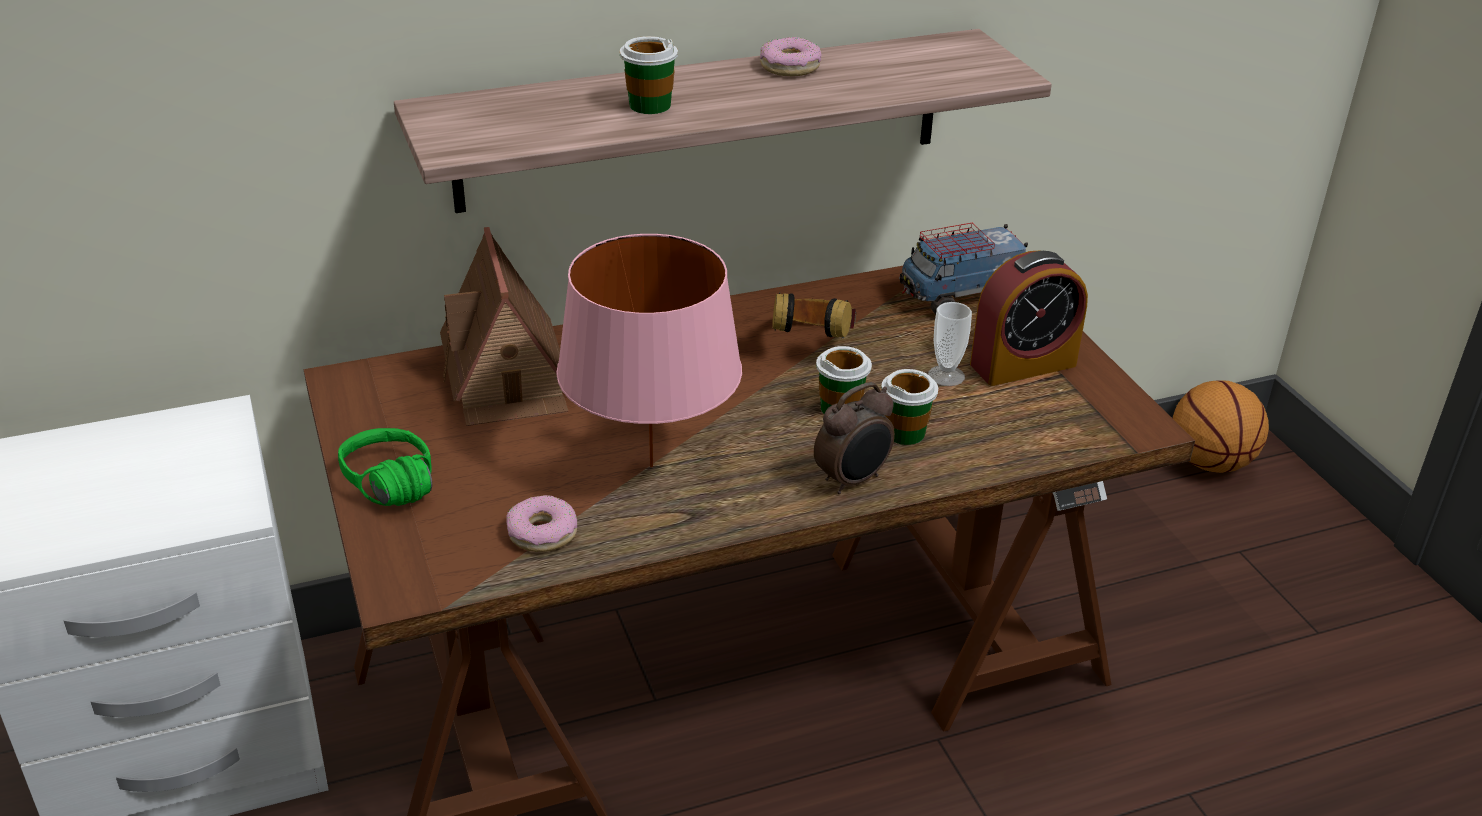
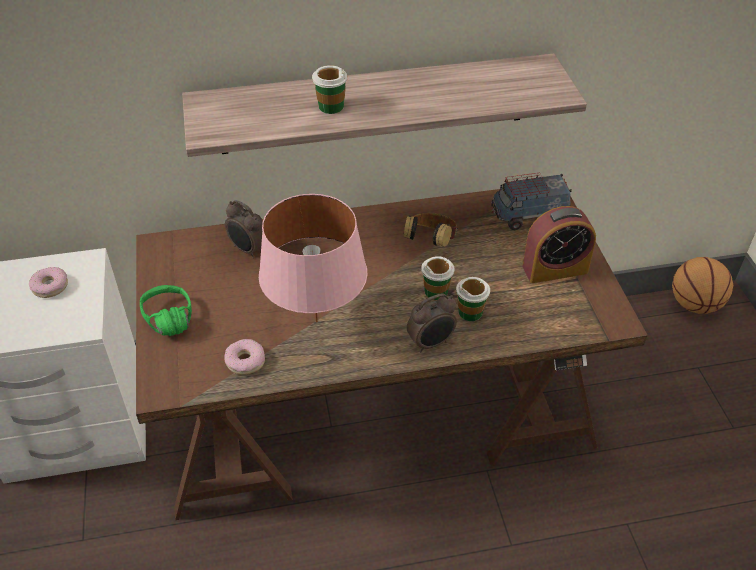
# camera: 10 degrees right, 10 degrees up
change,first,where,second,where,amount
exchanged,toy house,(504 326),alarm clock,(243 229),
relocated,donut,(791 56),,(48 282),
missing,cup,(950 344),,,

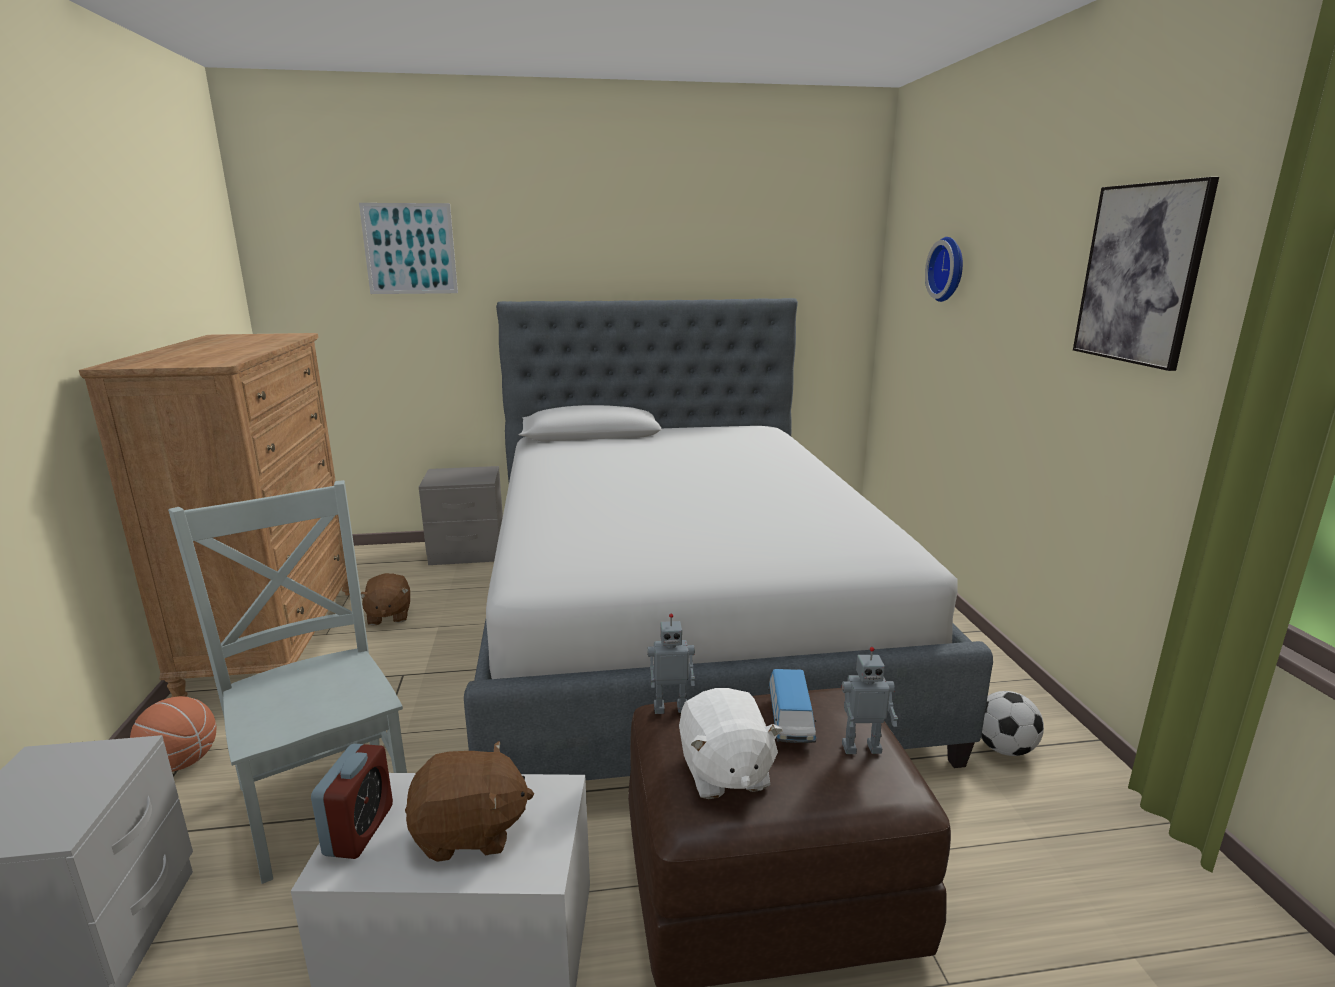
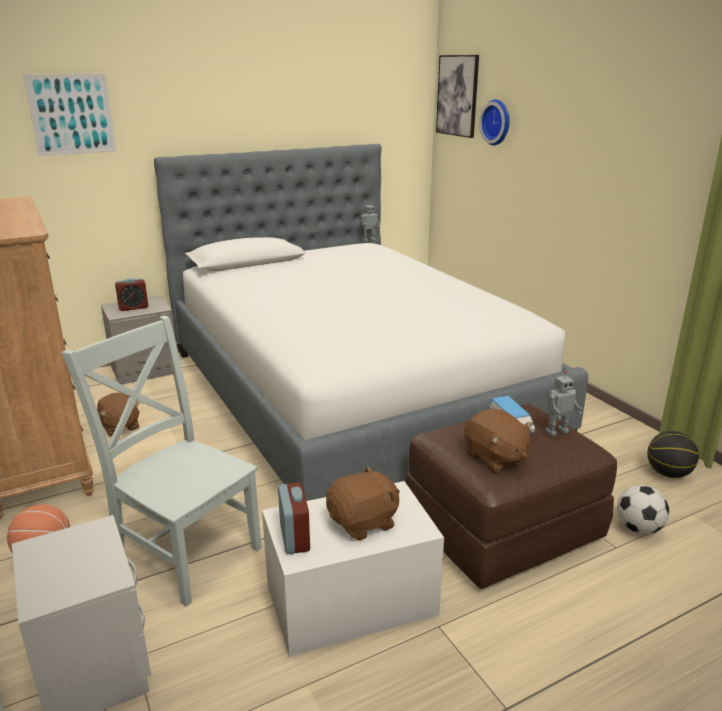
# camera: 20 degrees left, 5 degrees up
change,first,where,second,where,amount
relocated,toy robot,(671 664),,(370 221),
colour,white plush toy,(731 743),brown plush toy,(498 440),
relocated,football,(1012 723),,(643 509),
relocated,picture,(1146 274),,(457 96),
appeared,,,alarm clock,(131 294),
appeared,,,basketball,(673 454),

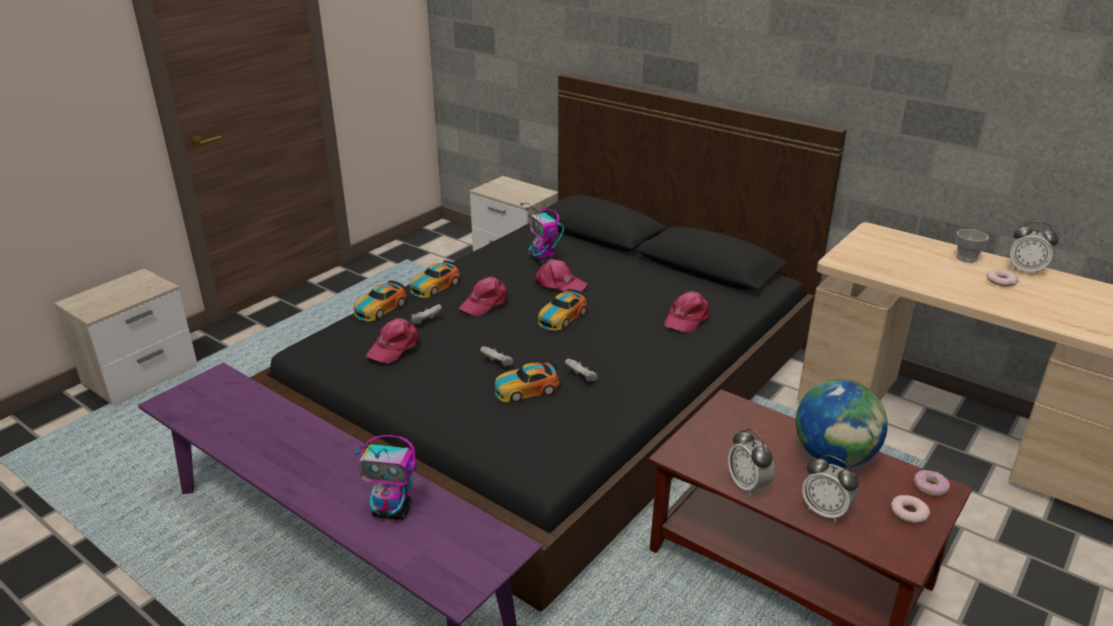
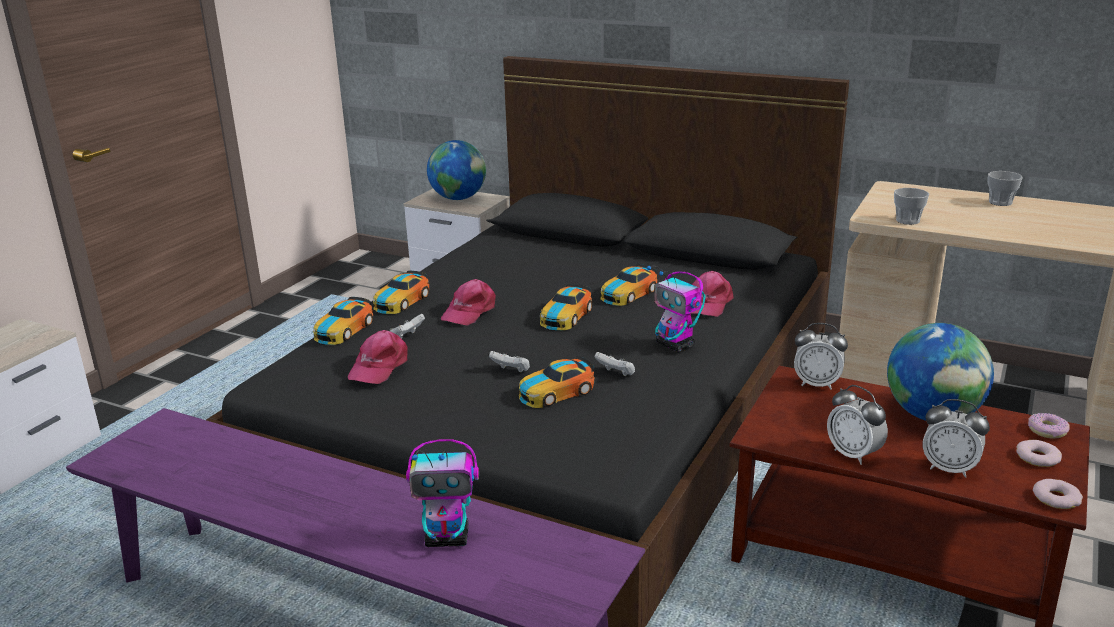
# camera: 10 degrees left, 5 degrees down
change,first,where,second,where,amount
relocated,toy robot,(542 234),,(676 308),
missing,pink cap,(560 275),,,
relocated,donut,(1002 278),,(1058 494),
relocated,alarm clock,(1034 248),,(821 356),
appeared,,,globe,(456 170),
appeared,,,toy car,(628 285),
appeared,,,cup,(911 206),

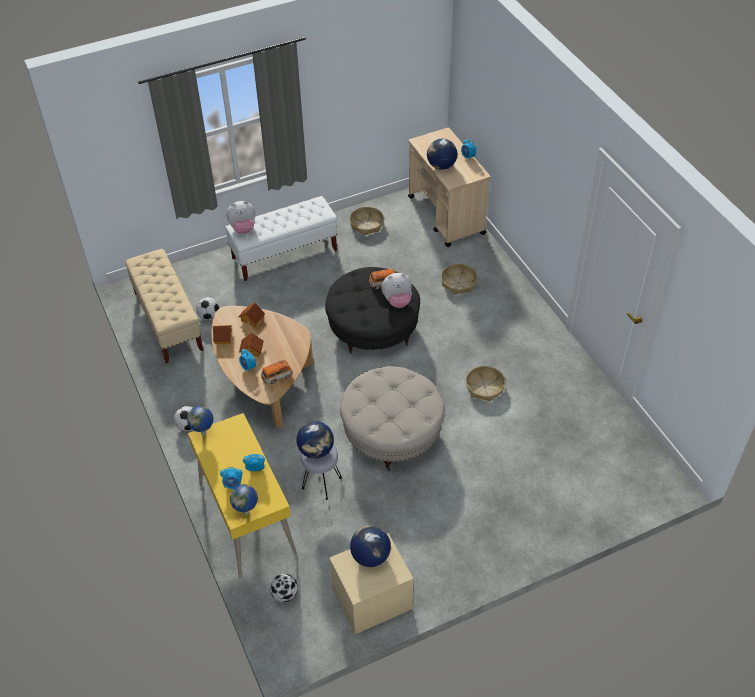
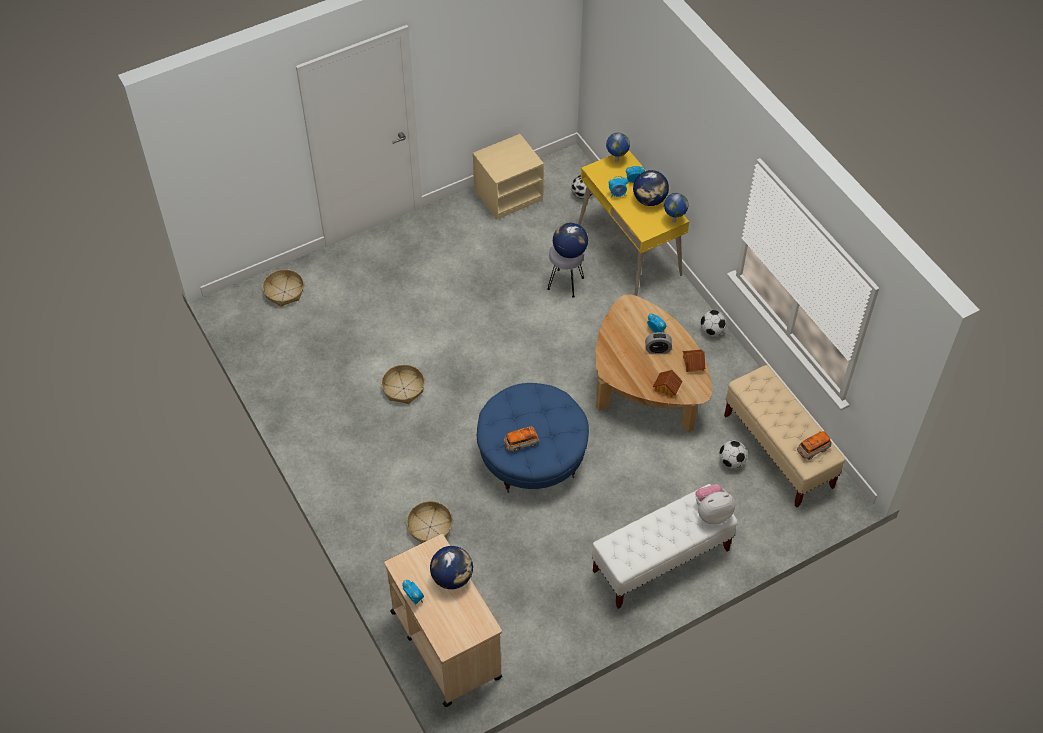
# camera: 175 degrees right, 5 degrees up
change,first,where,second,where,amount
exchanged,toy house,(251 345),alarm clock,(658 343),
relocated,toy car,(277 372),,(814 445),
colour,black ottoman,(372 310),blue ottoman,(533 438),
missing,beige ottoman,(392 418),,,
relocated,basket,(367 221),,(283 288),
relocated,globe,(370 546),,(651 188),
missing,plush toy,(396 290),,,

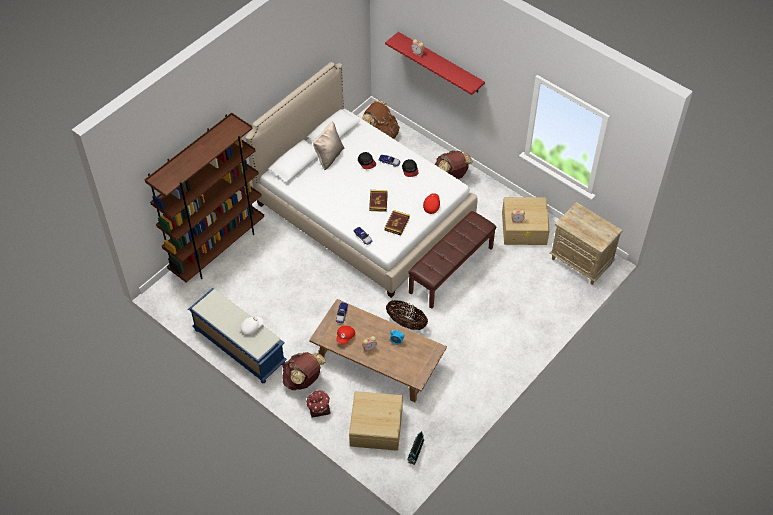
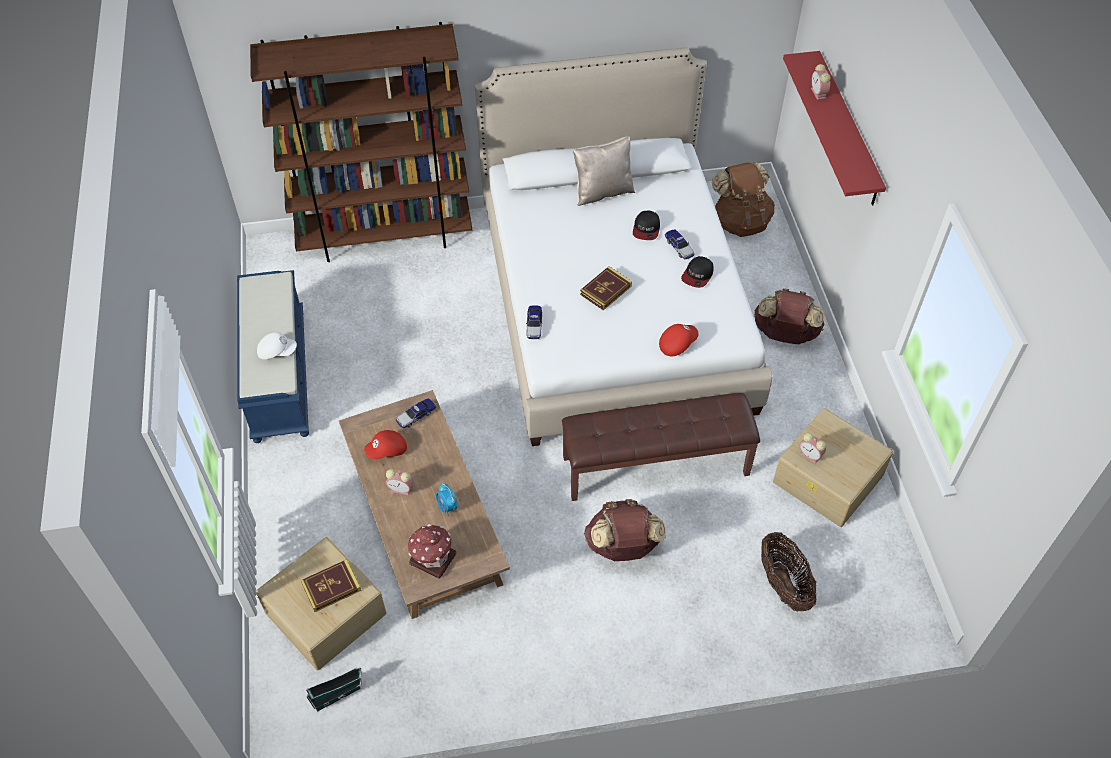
# camera: 40 degrees right, 0 degrees up
change,first,where,second,where,amount
relocated,brown backpack,(304 371),,(625 530),
relocated,toy house,(318 404),,(432 551),
relocated,book,(397 222),,(331 585),
relocated,basket,(407 315),,(788 571),
missing,beige nightstand,(586 243),,,

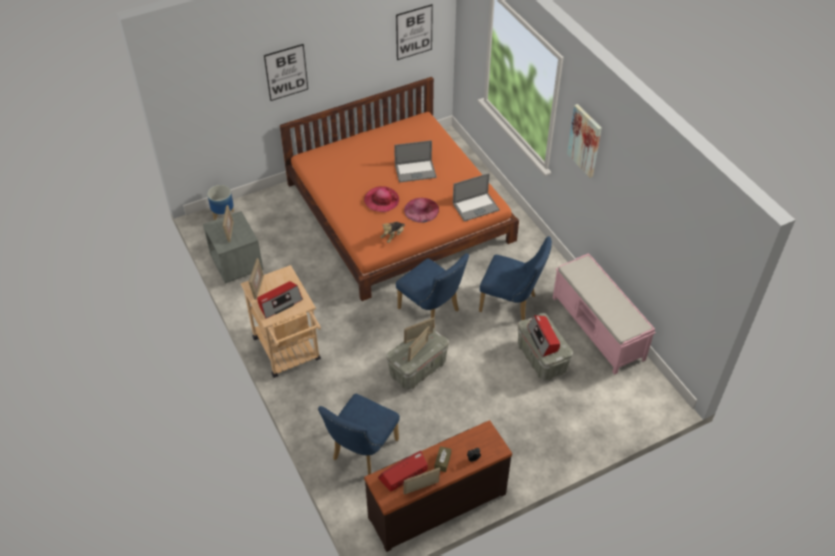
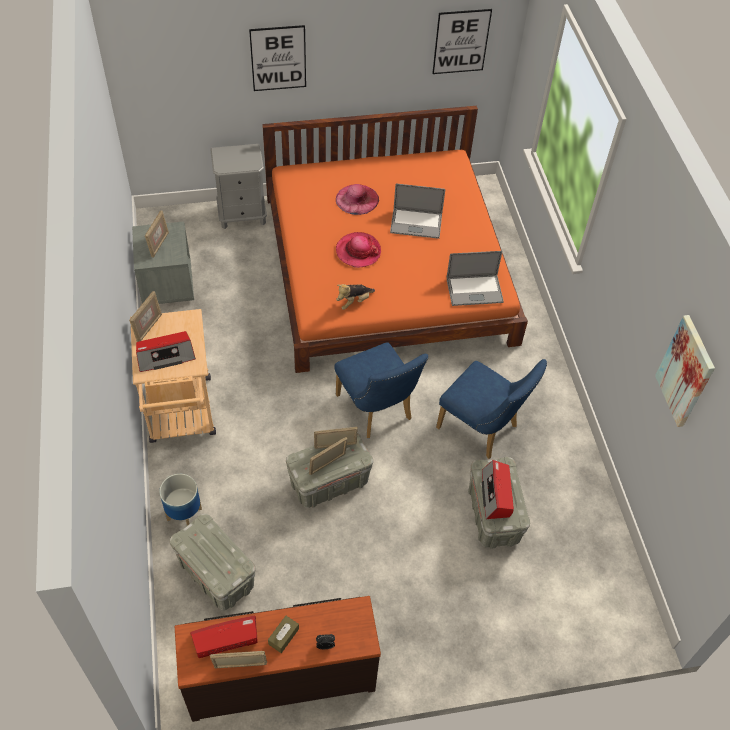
# camera: 15 degrees right, 5 degrees up
change,first,where,second,where,amount
relocated,planter,(220 202),,(180 499),
exchanged,blue chair,(359 434),grey storage box,(213 562),
relocated,pink hat,(421 210),,(357 199),
missing,pink bench,(604 314),,,
relocated,picture,(584 141),,(685 371),
appeared,,,grey nightstand,(238 186),

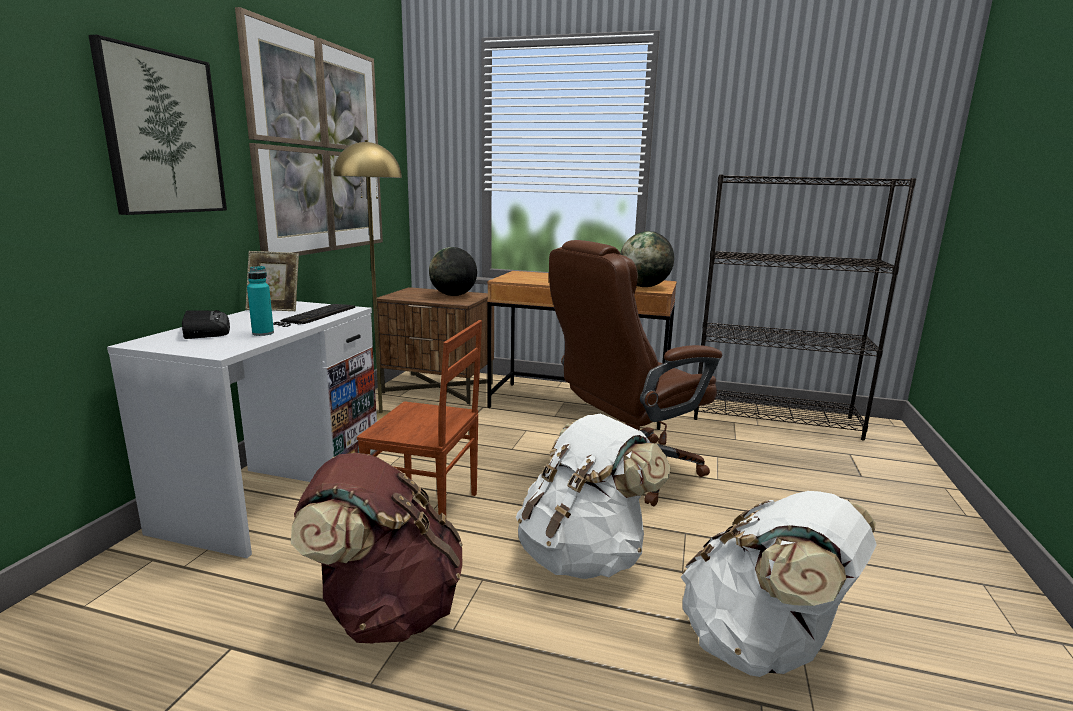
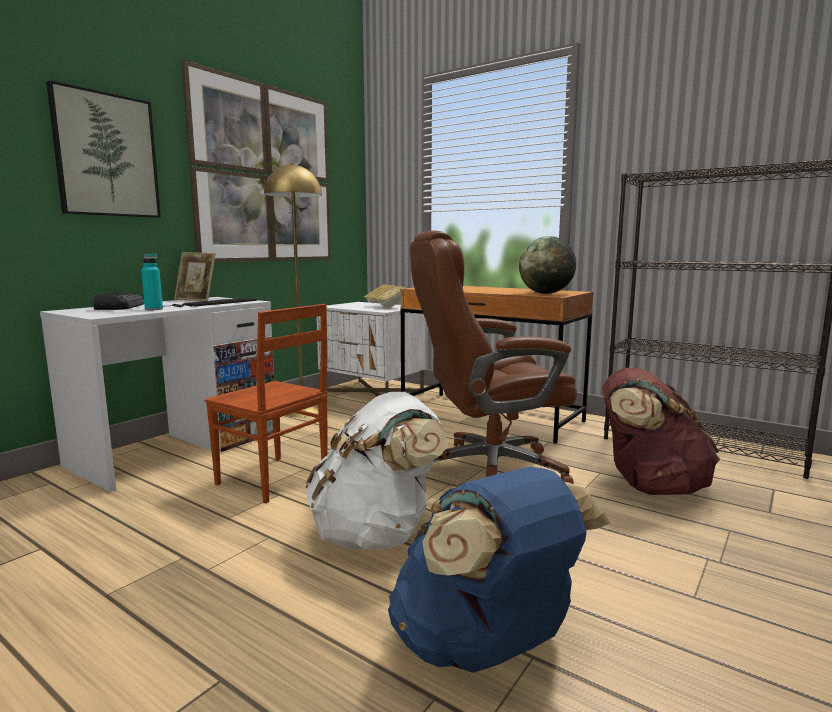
# camera: 20 degrees right, 5 degrees down
change,first,where,second,where,amount
relocated,brown backpack,(377 547),,(661 431),
colour,brown nightstand,(435 346),white nightstand,(371 349),
exchanged,globe,(453 271),book,(385 296),
colour,white backpack,(779 584),blue backpack,(499 570),

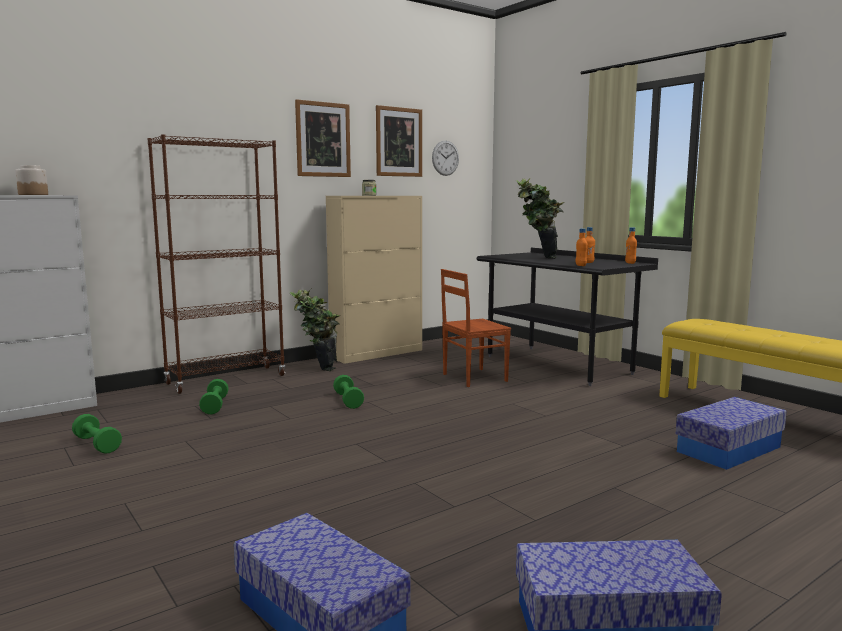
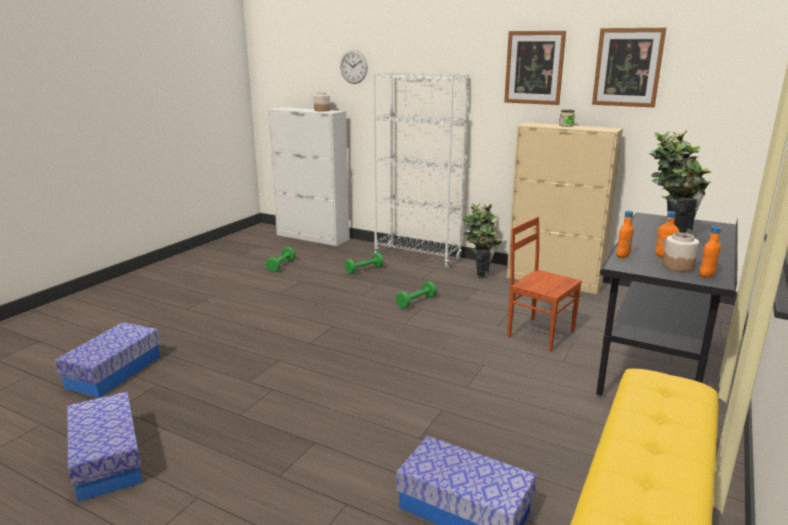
# camera: 65 degrees right, 10 degrees up
change,first,where,second,where,amount
colour,brown bookcase,(216 264),white bookcase,(420 170),
relocated,wall clock,(445 158),,(354 67),
appeared,,,jar,(680 252),

